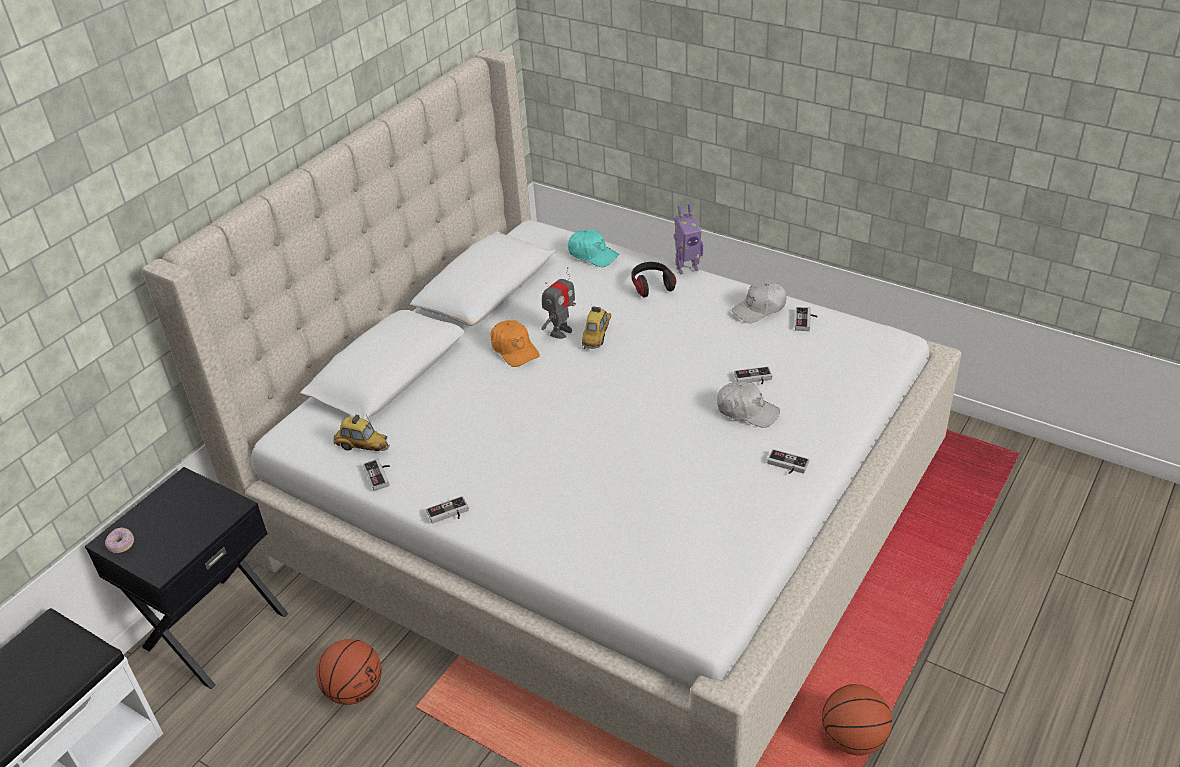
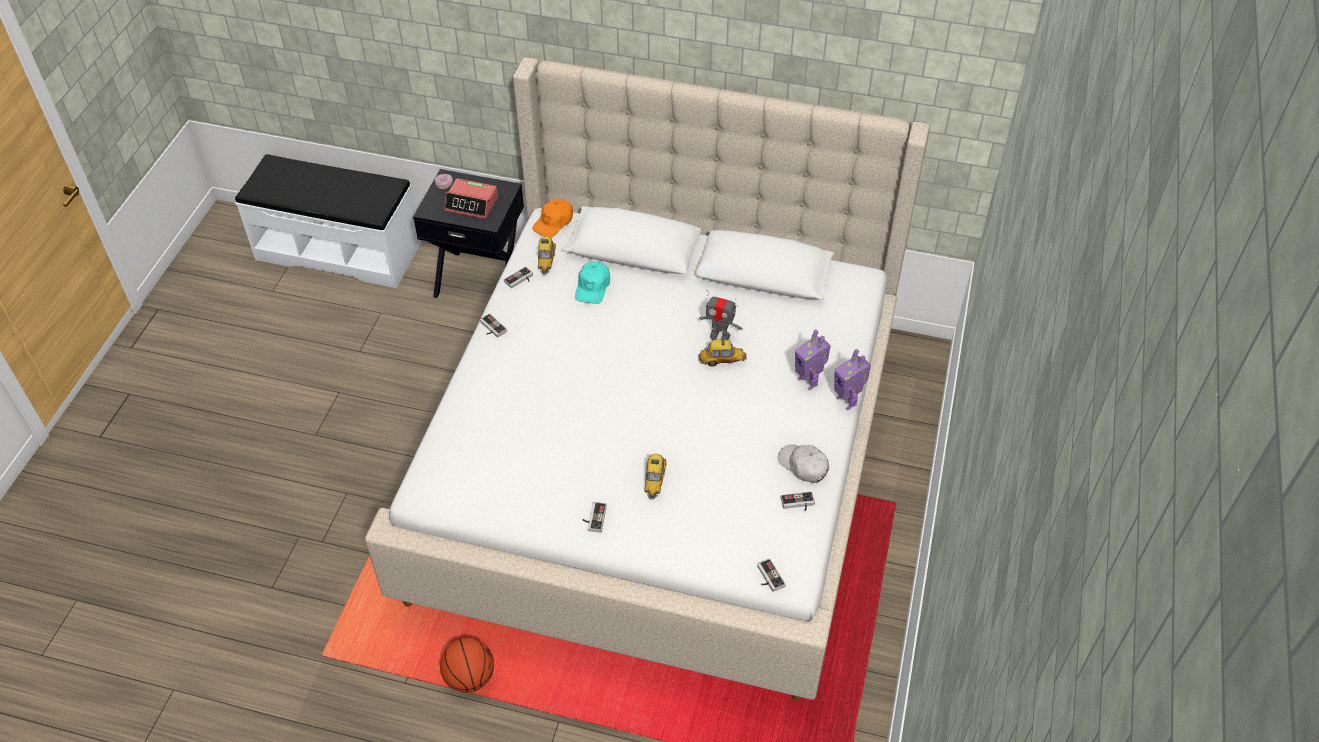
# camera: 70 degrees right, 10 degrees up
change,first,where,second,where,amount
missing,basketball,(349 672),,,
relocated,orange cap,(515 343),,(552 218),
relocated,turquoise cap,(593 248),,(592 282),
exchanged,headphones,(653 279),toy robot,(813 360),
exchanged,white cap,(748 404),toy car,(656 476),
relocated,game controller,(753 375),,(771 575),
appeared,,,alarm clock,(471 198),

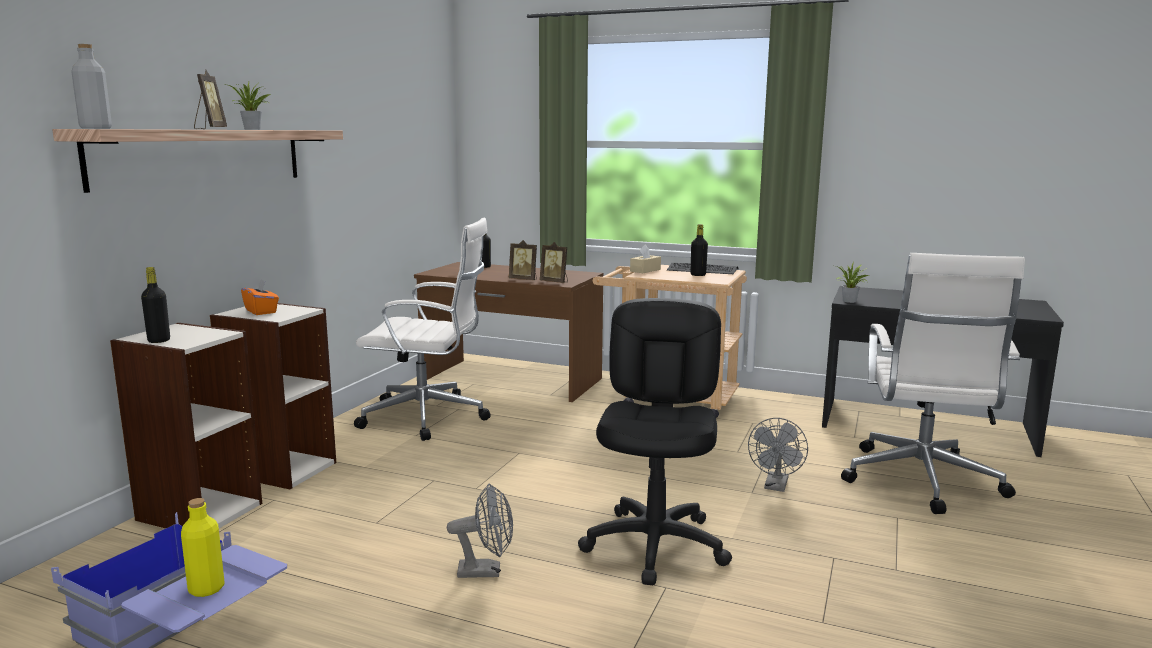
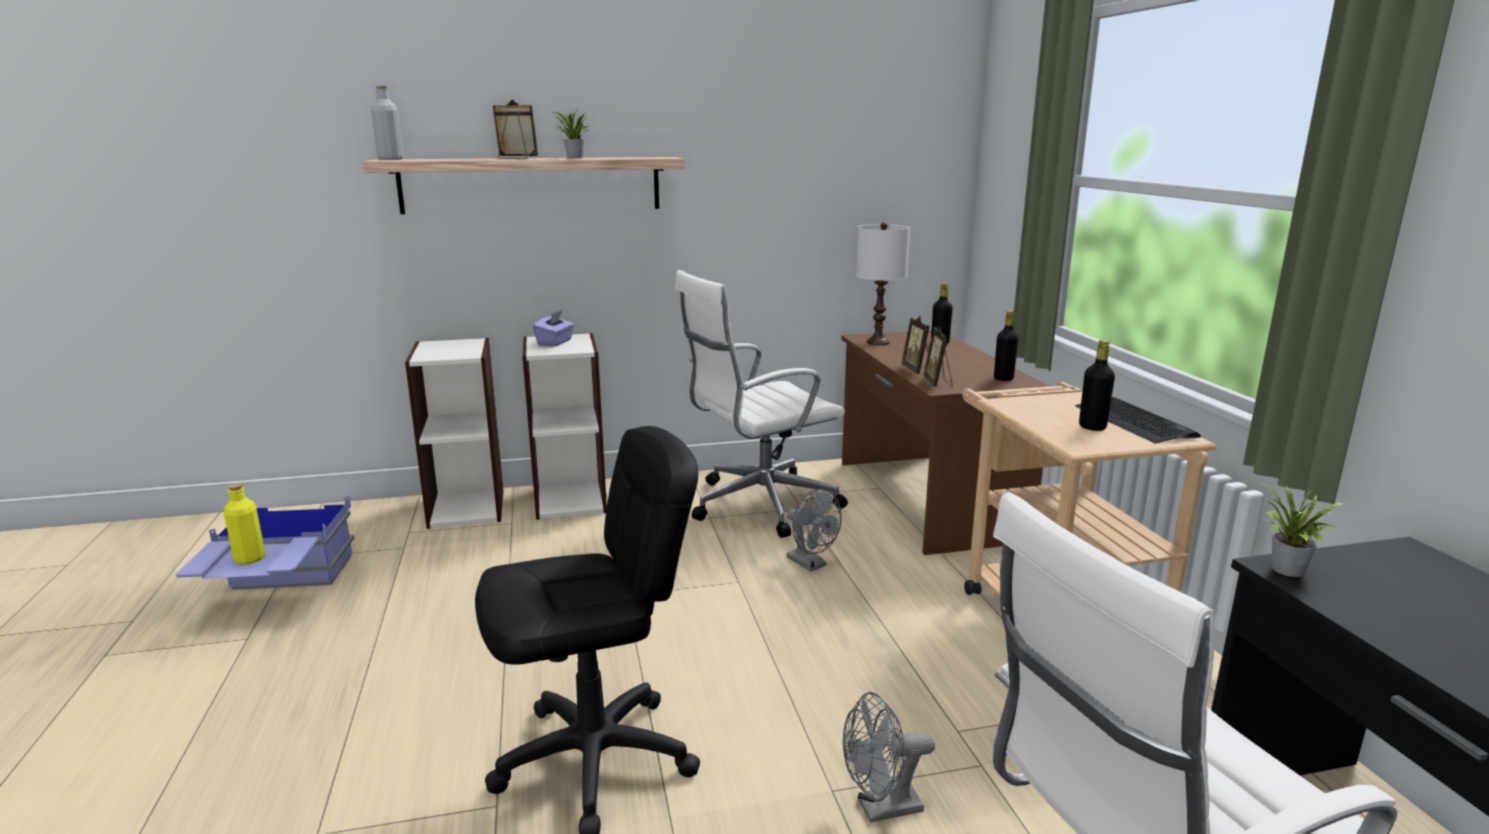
# camera: 55 degrees right, 5 degrees up
change,first,where,second,where,amount
relocated,black bottle,(155 305),,(1006 345),
spun,picture frame,(210 99),,(515 129),135 degrees counterclockwise
colour,orange tissue box,(260 297),purple tissue box,(554 328),
spun,white office chair,(422 329),,(761 404),90 degrees clockwise
relocated,grey fan,(480 531),,(814 530),
missing,beige tissue box,(645 259),,,
appeared,,,white table lamp,(883 283),

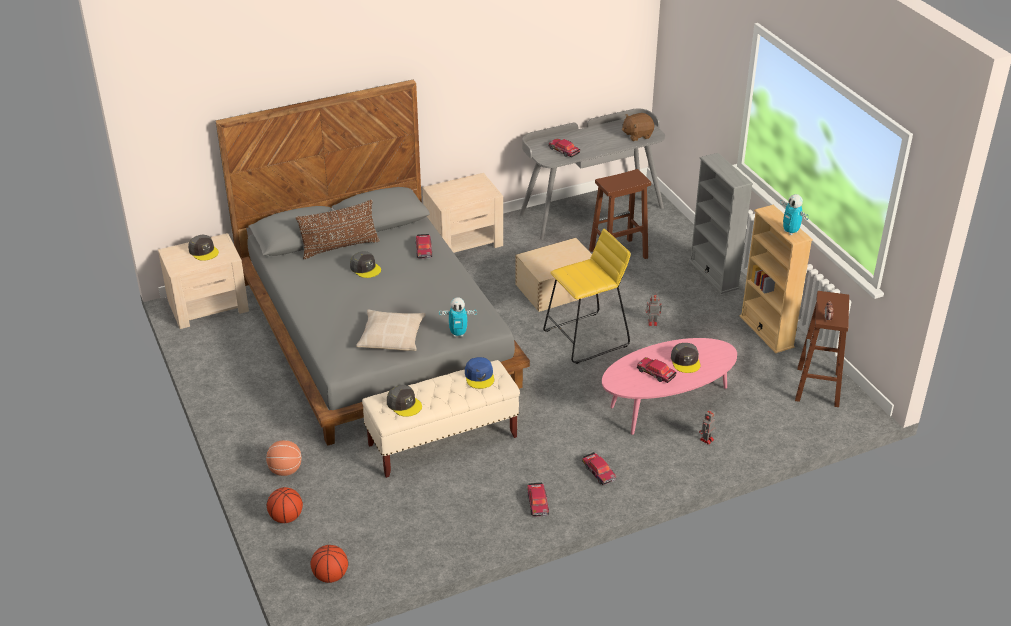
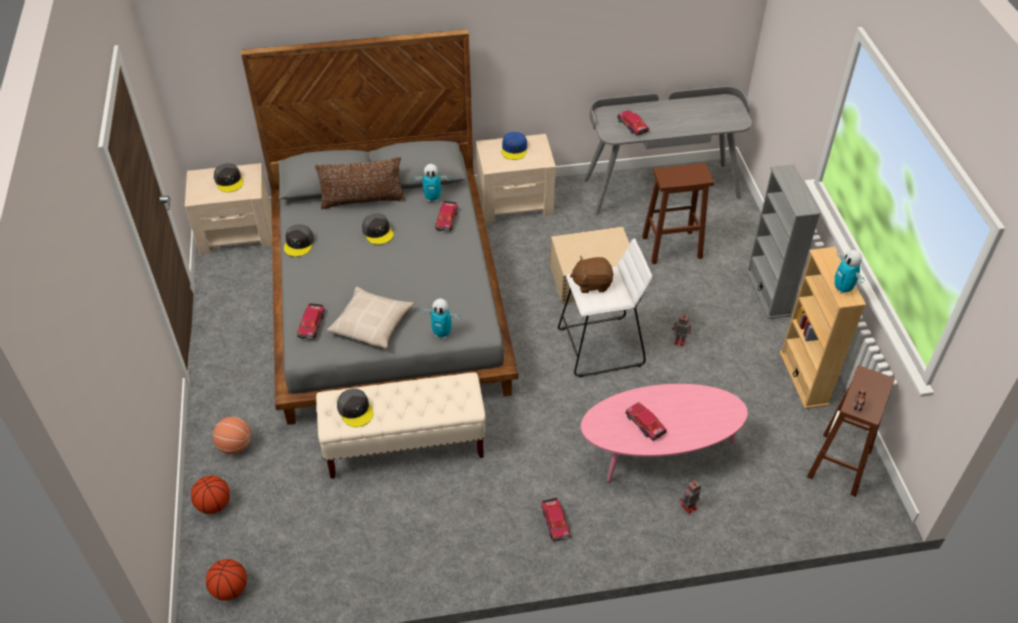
# camera: 15 degrees right, 10 degrees up
change,first,where,second,where,amount
relocated,blue cap,(479 373),,(514 146),
relocated,toy car,(538 500),,(311 322),
colour,yellow stool,(587 296),white stool,(605 307),
relocated,brown plush toy,(638 127),,(592 274),
relocated,grey cap,(686 358),,(299 241),
appeared,,,toy robot,(431 183),

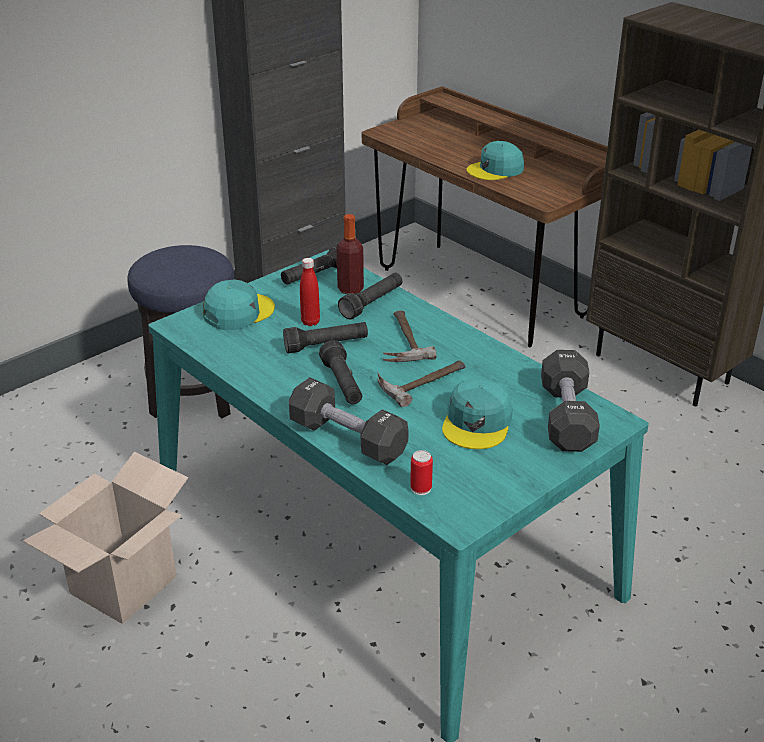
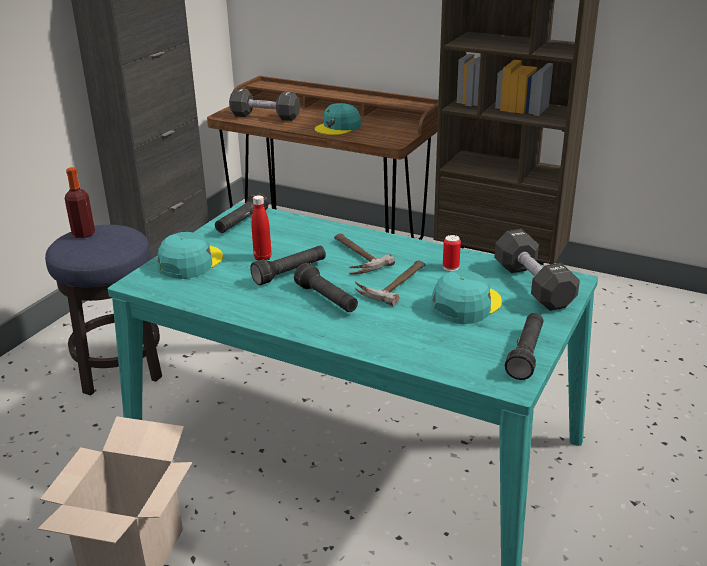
# camera: 20 degrees left, 5 degrees down
change,first,where,second,where,amount
relocated,black dumbbell,(348 421),,(264 104),
relocated,bottle,(350 254),,(80 202),
relocated,black flashlight,(370 296),,(524 346),
relocated,can,(421 472),,(452 253),
spun,turquoise cap,(477 414),,(466 297),135 degrees counterclockwise

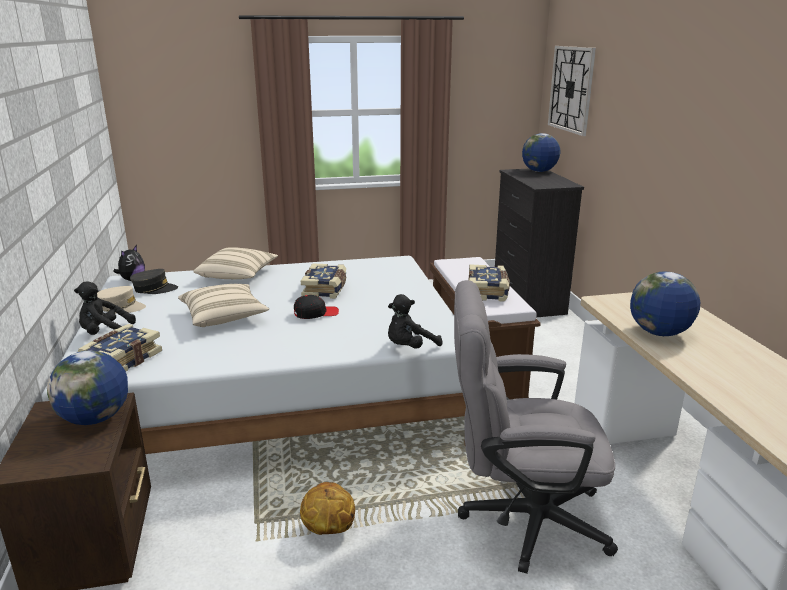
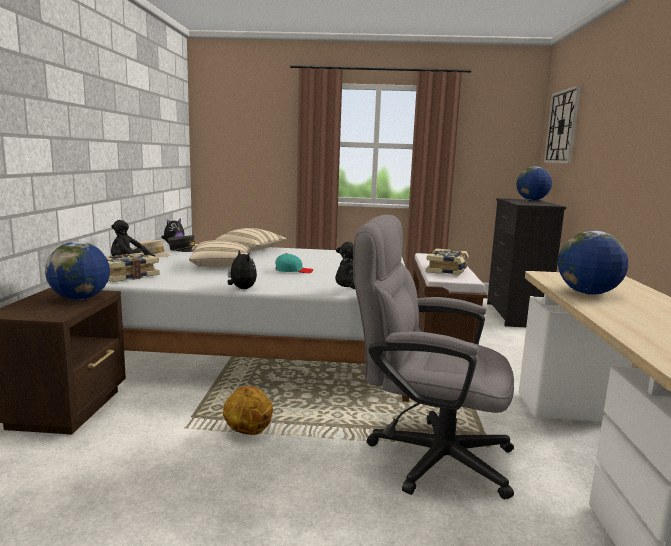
# camera: 15 degrees right, 10 degrees down
change,first,where,second,where,amount
colour,black cap,(316 307),turquoise cap,(294 263),
missing,book,(324 281),,,
appeared,,,plush toy,(242 269),

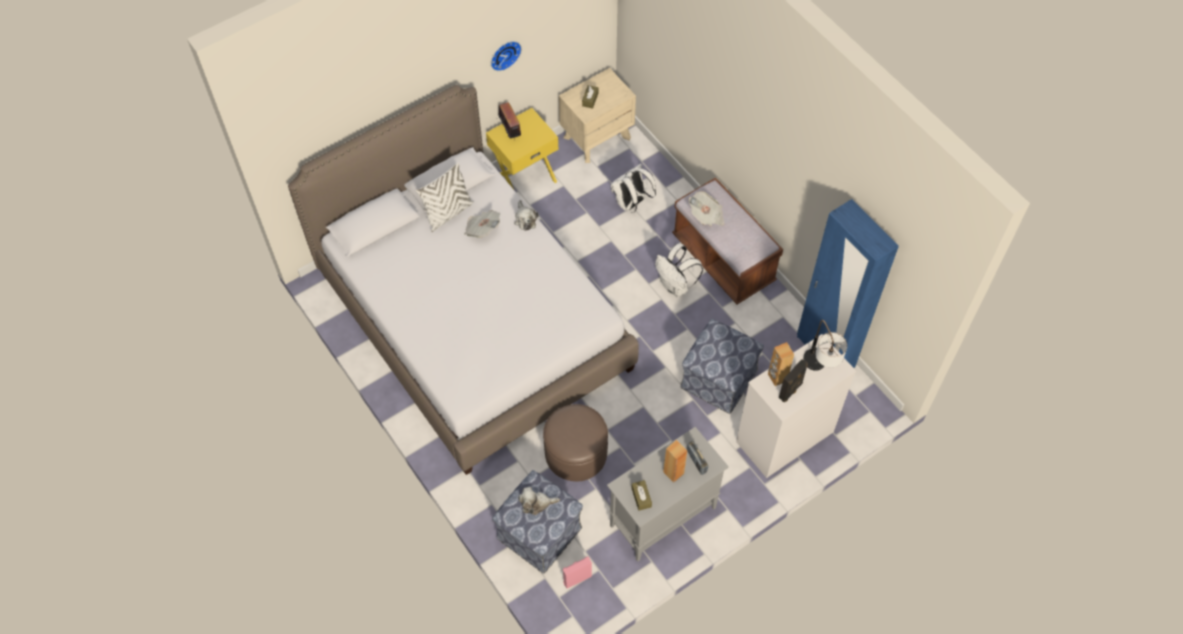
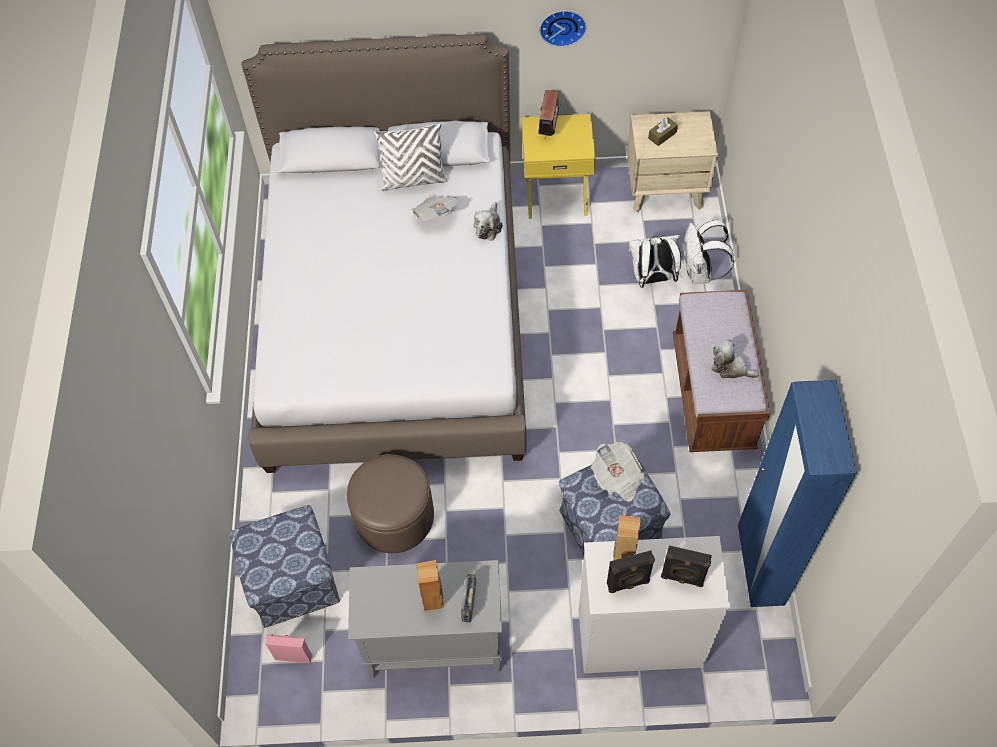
# camera: 35 degrees right, 0 degrees up
change,first,where,second,where,amount
relocated,plush toy,(539 501),,(735 360),
missing,brown tissue box,(641 495),,,
relocated,white backpack,(679 270),,(709 252),
relocated,newspaper,(706 208),,(618 472),
exchanged,table lamp,(825 345),black speaker,(686 566),

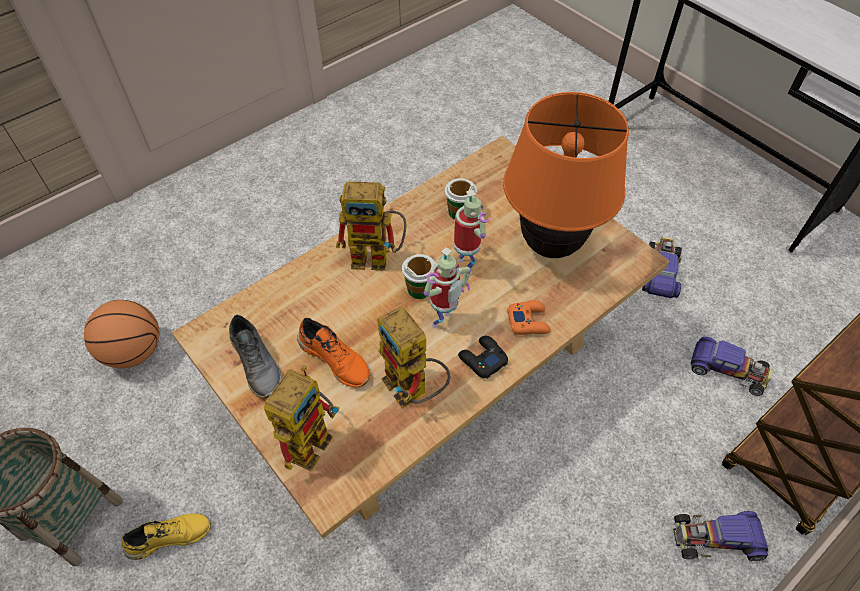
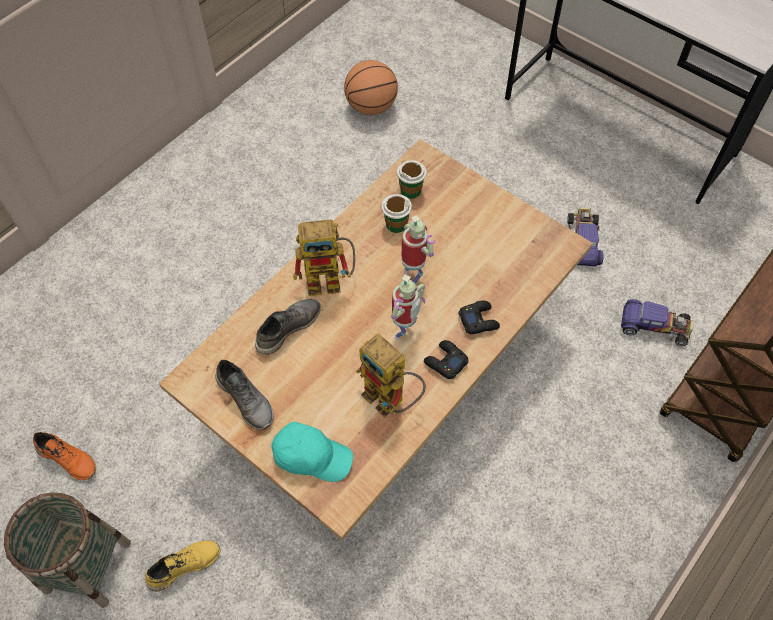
# camera: 10 degrees left, 5 degrees up
change,first,where,second,where,amount
relocated,basketball,(121 334),,(371 87),
exchanged,toy robot,(302 418),turquoise cap,(312 452),
relocated,orange shoe,(334 353),,(64 456),
relocated,cup,(419 276),,(411 179),
missing,orange table lamp,(566 175),,,
colour,orange game controller,(529 317),black game controller,(479 317),
missing,toy car,(720 536),,,
appeared,,,grey shoe,(288 327),

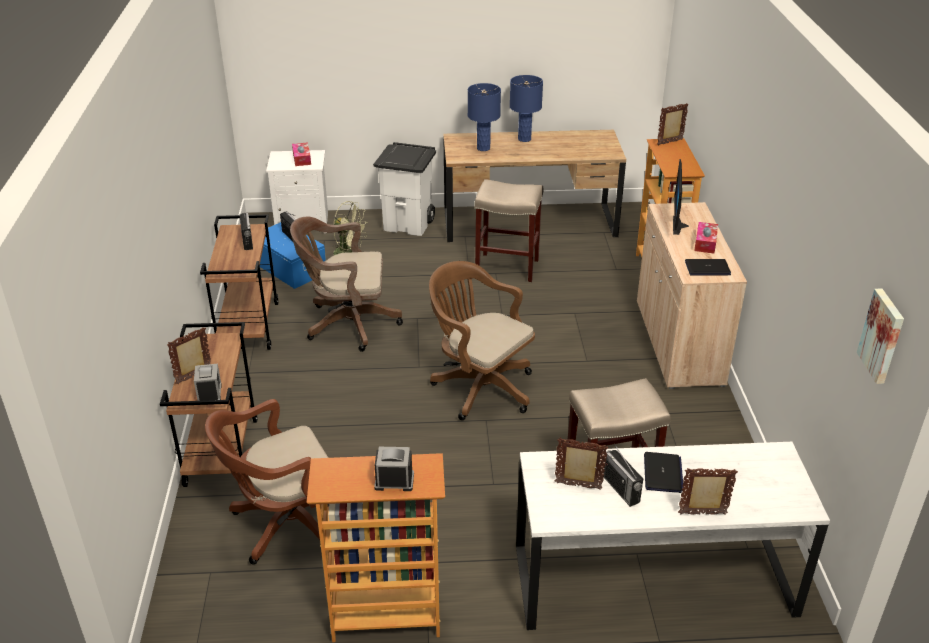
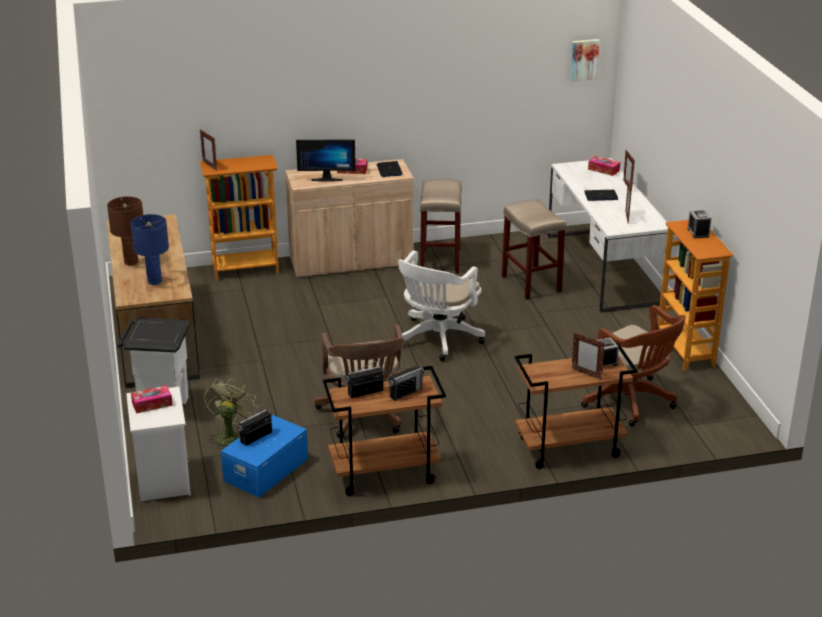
# camera: 100 degrees left, 5 degrees down
change,first,where,second,where,amount
colour,brown office chair,(482 340),white office chair,(441 305),
relocated,beige stool,(509 230),,(441 226),
colour,blue table lamp,(526 108),brown table lamp,(125 231),
relocated,radio,(623 475),,(406 383),
appeared,,,tissue box,(604 166),

